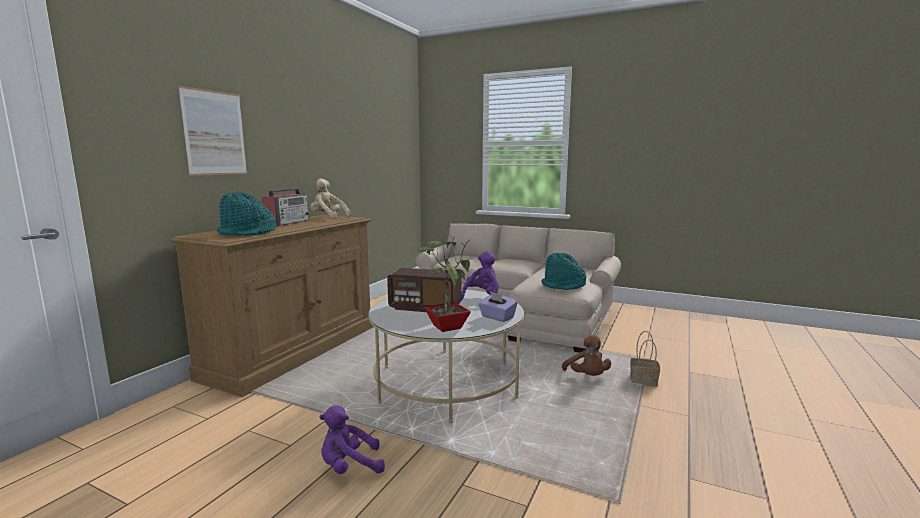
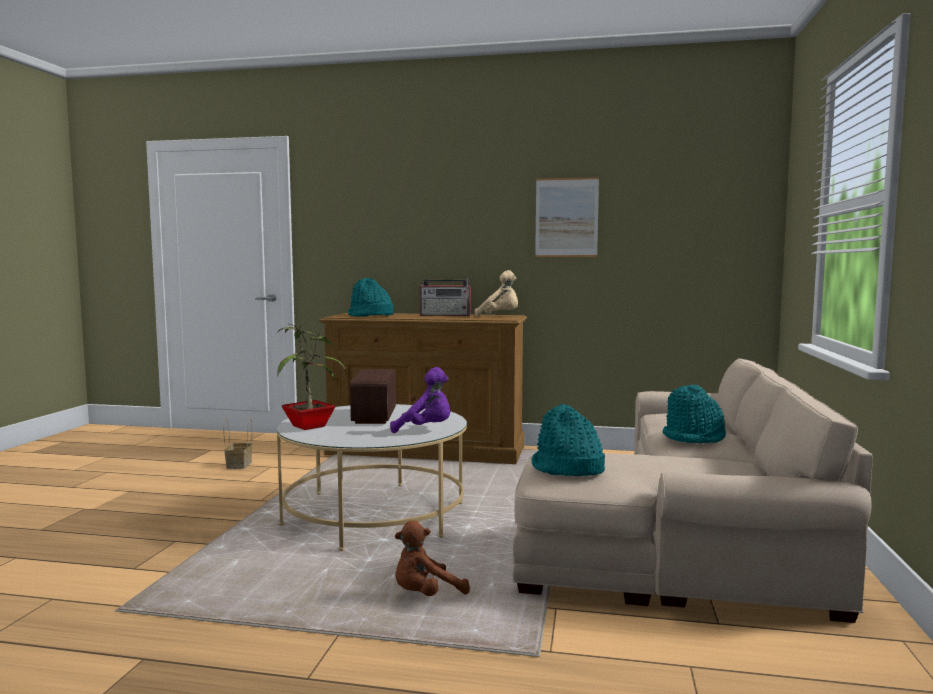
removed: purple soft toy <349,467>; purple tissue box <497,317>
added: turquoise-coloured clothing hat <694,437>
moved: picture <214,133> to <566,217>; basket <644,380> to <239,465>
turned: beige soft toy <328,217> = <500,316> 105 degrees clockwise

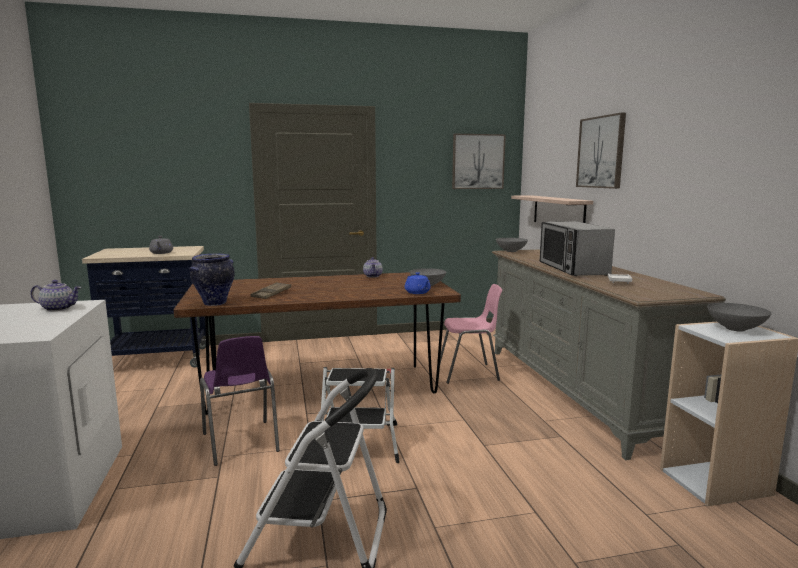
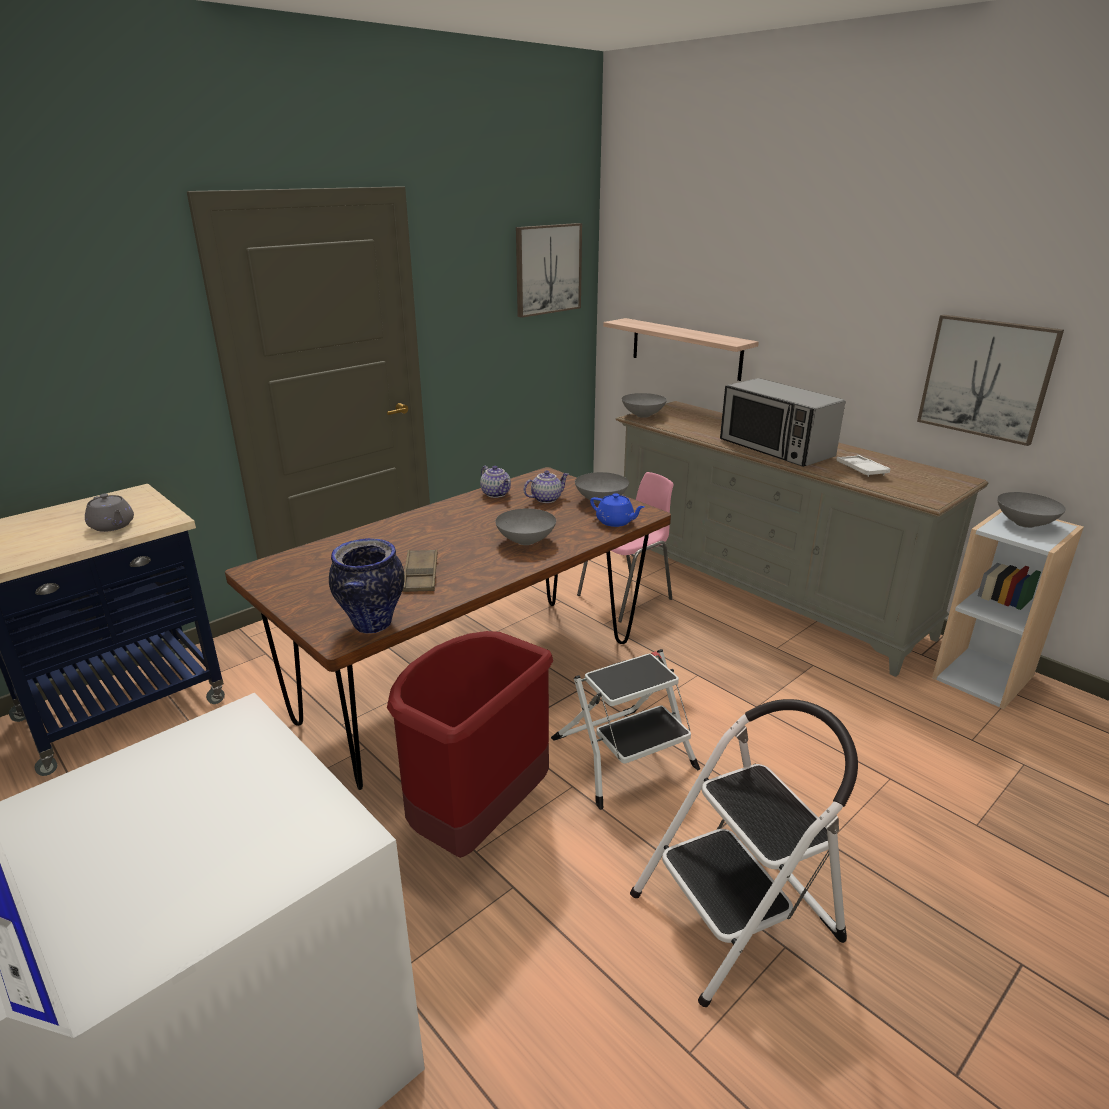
added: gray serving bowl <527,541>
moved: tea pot <59,308> to <546,499>; picture <601,152> to <986,378>
replaced: purple upright chair <241,443> to red-coloured rubbish bin <476,819>

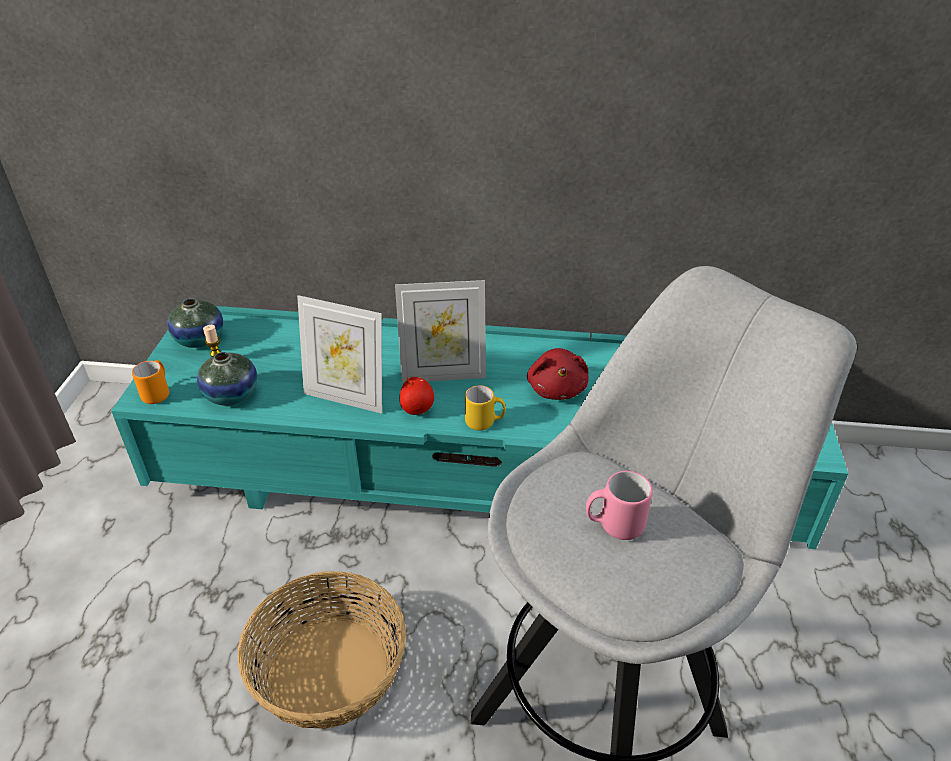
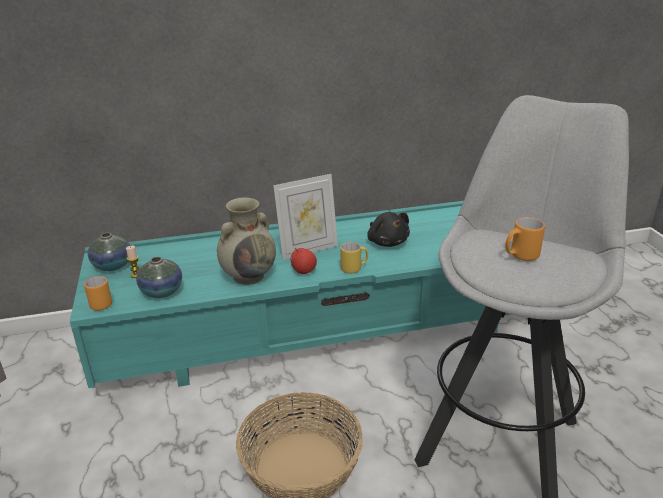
replaced: standing frame <346,397> to beige vase <249,275>
recoloured: red-coloured soft toy <556,388> to black soft toy <387,242>; pink mug <614,525> to orangey mug <520,256>

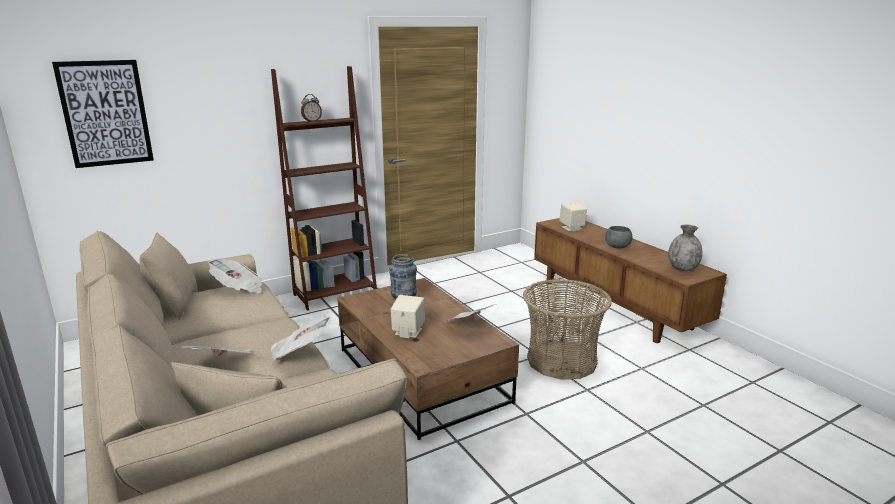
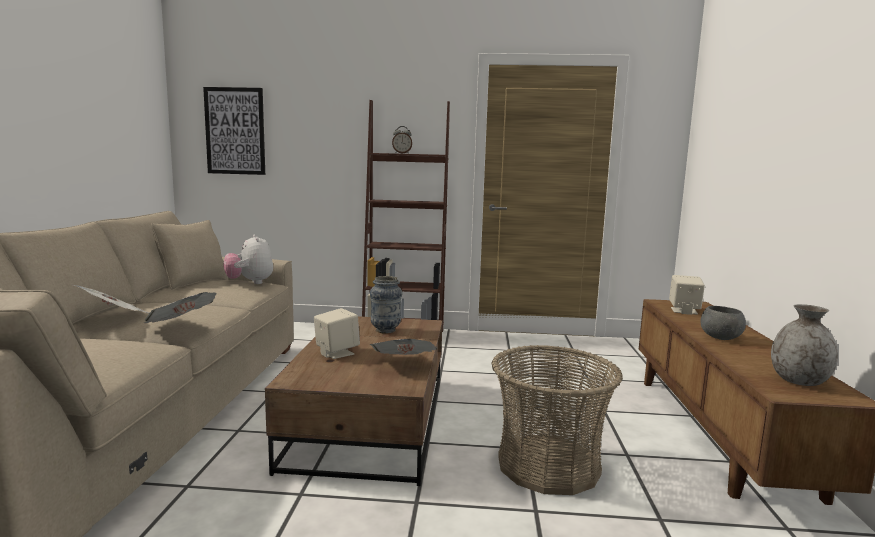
replaced: printed paper <239,289> to soft toy <250,282>

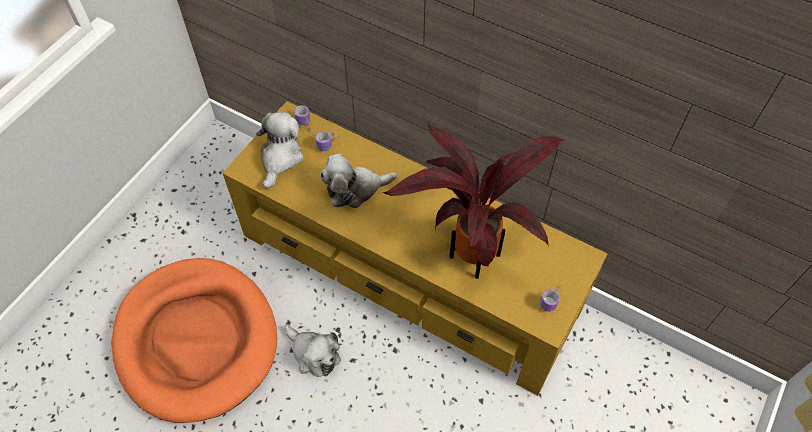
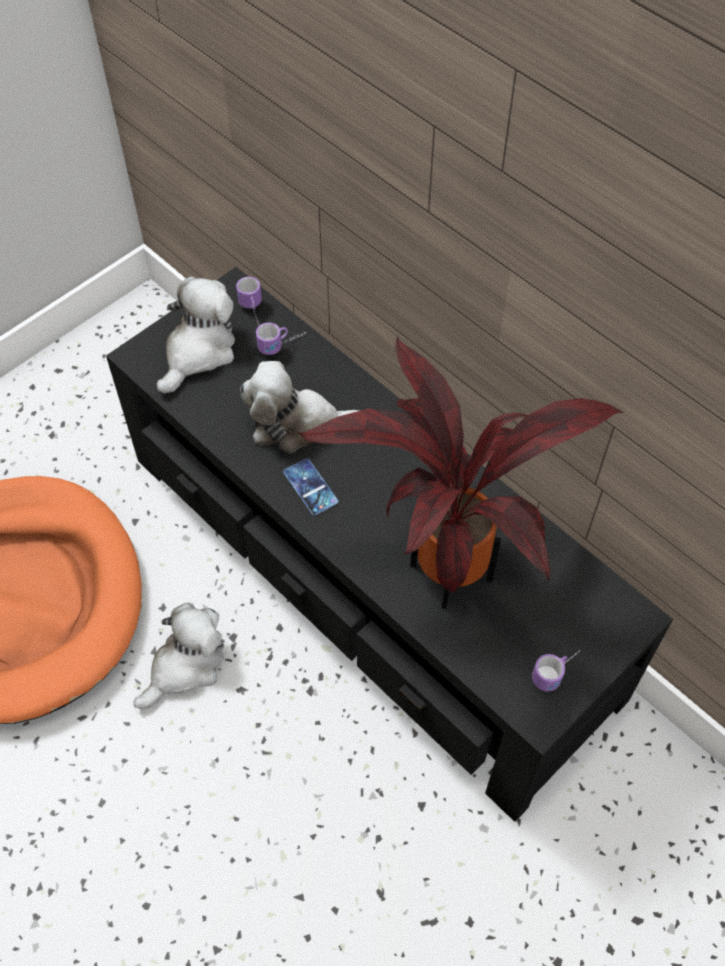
added: phone <310,487>
recoloured: yellowish tv unit <407,273> to black tv unit <365,575>
turned: soft toy <314,354> = <185,665> 105 degrees counterclockwise

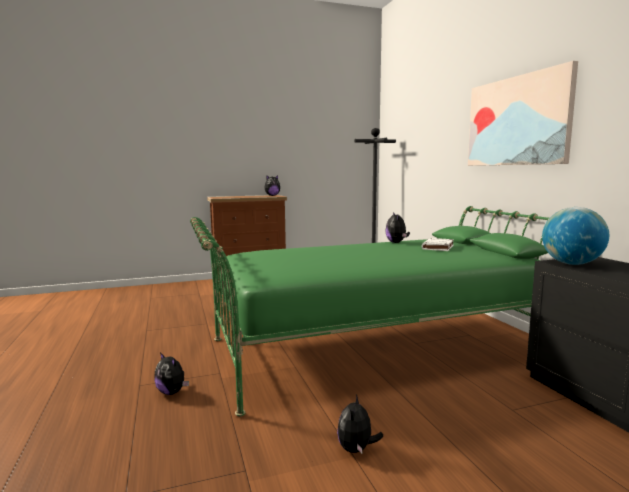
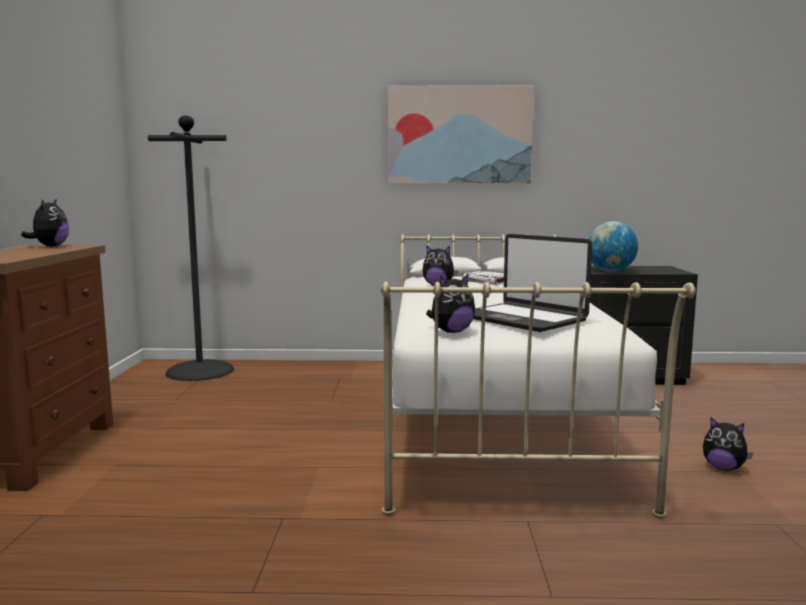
added: notebook computer <523,319>
moved: soft toy <172,392> to <451,332>
recoloured: green bedroom bed <375,348> to whitish bedroom bed <492,421>

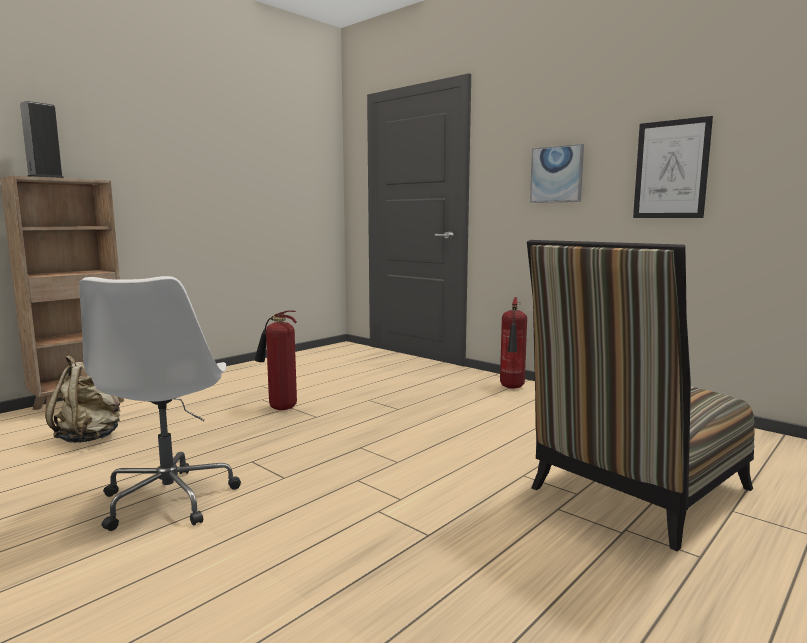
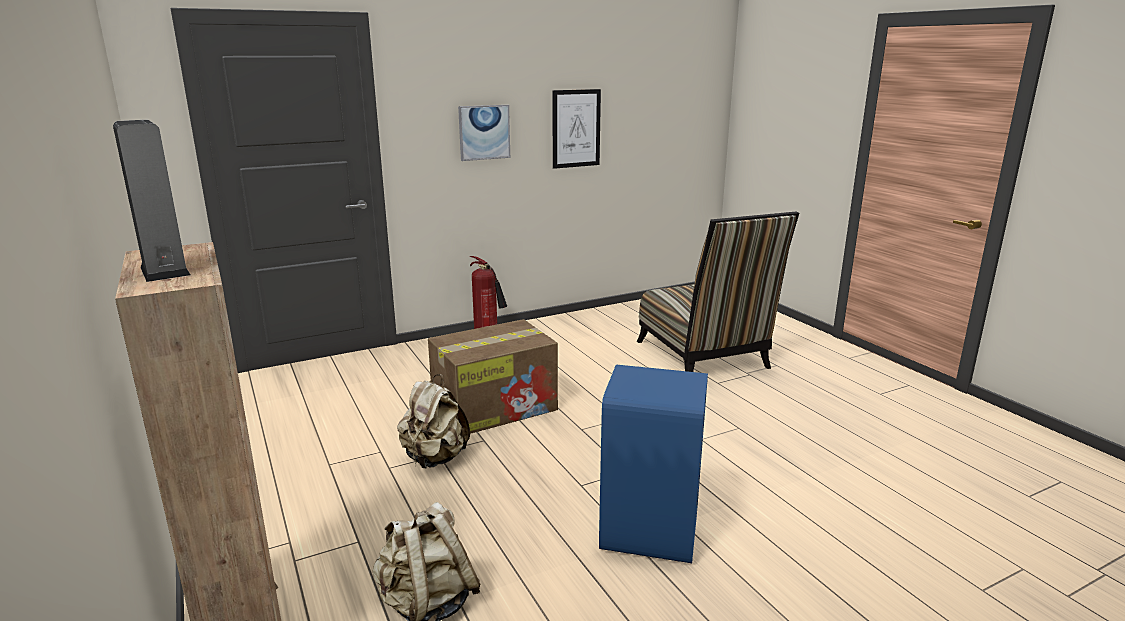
added: carton <496,407>
replaced: whitish office chair <168,501> to blue rubbish bin <650,533>; fire-fighting cylinder <279,408> to beige backpack <435,458>

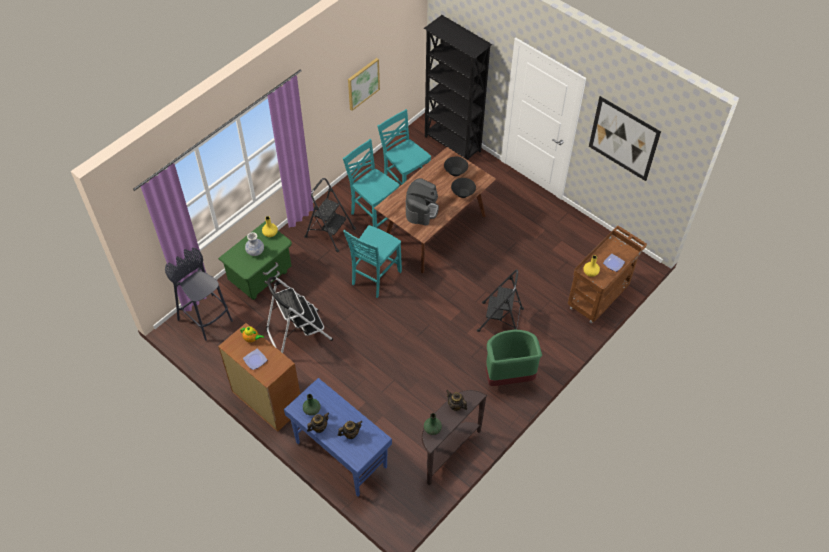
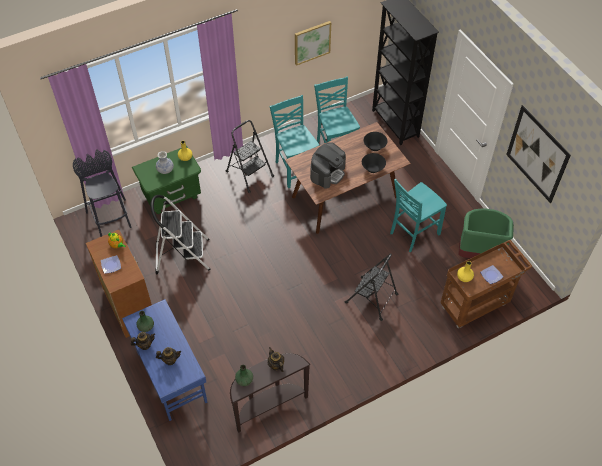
moved: turquoise-coloured upright chair <375,278> to <413,233>; green rubbish bin <508,376> to <478,254>

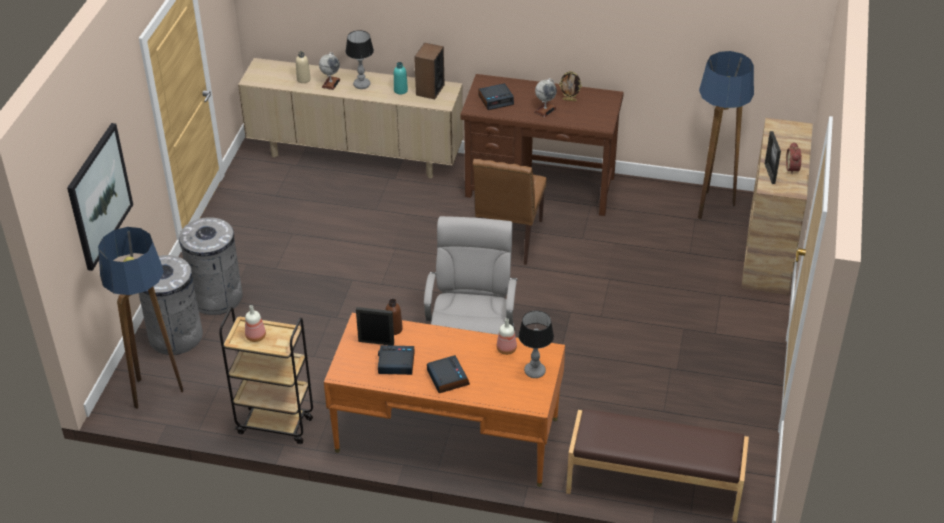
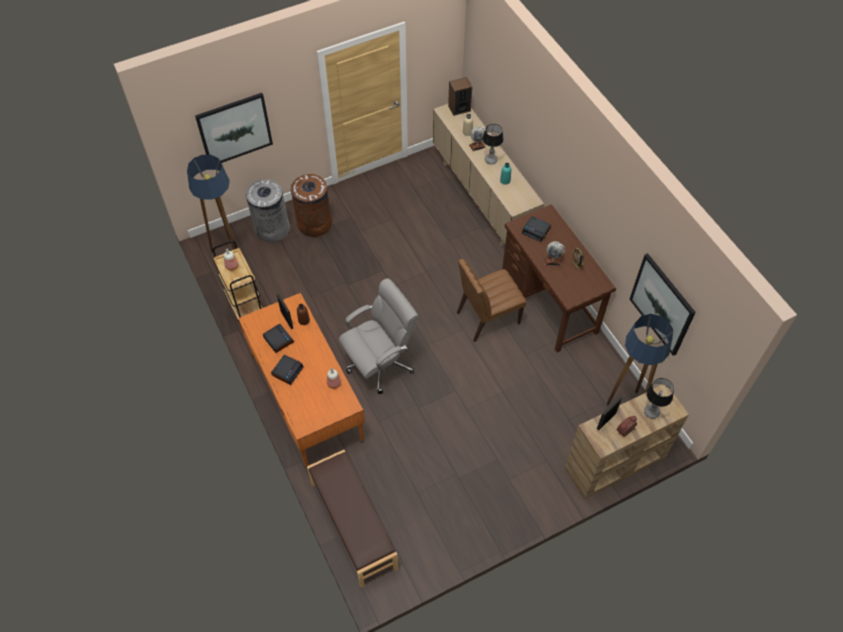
added: picture <662,304>
moved: audio speaker <430,90> to <459,108>; table lamp <534,371> to <651,412>
recoloured: gray rubbish bin <216,297> to brown rubbish bin <314,224>

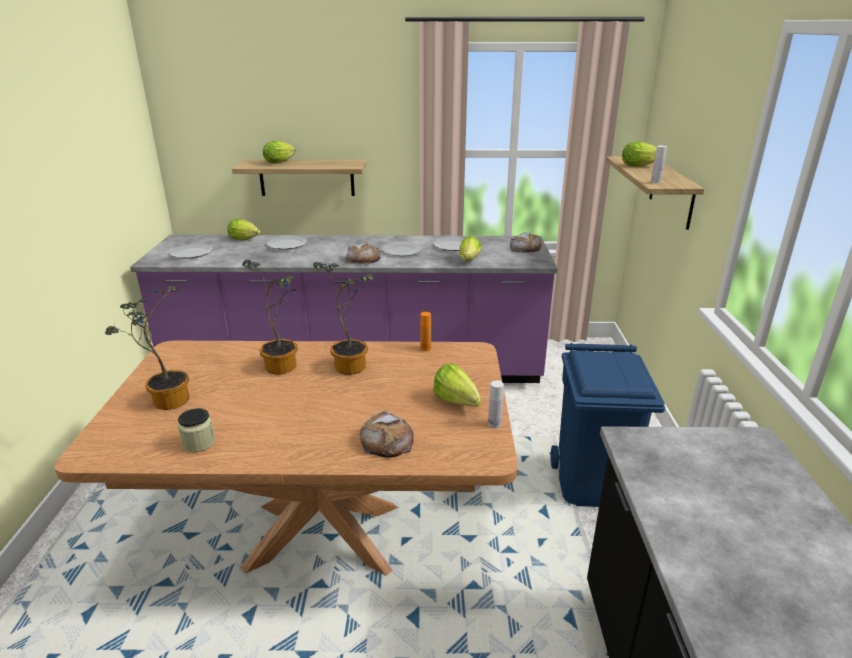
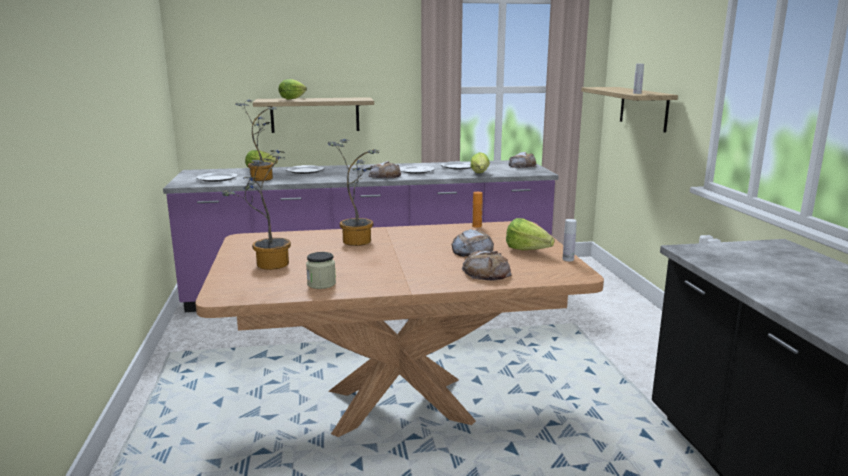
removed: blue rubbish bin <592,483>; lettuce <640,166>
added: bread <472,251>
moved: potted plant <351,364> to <262,178>

